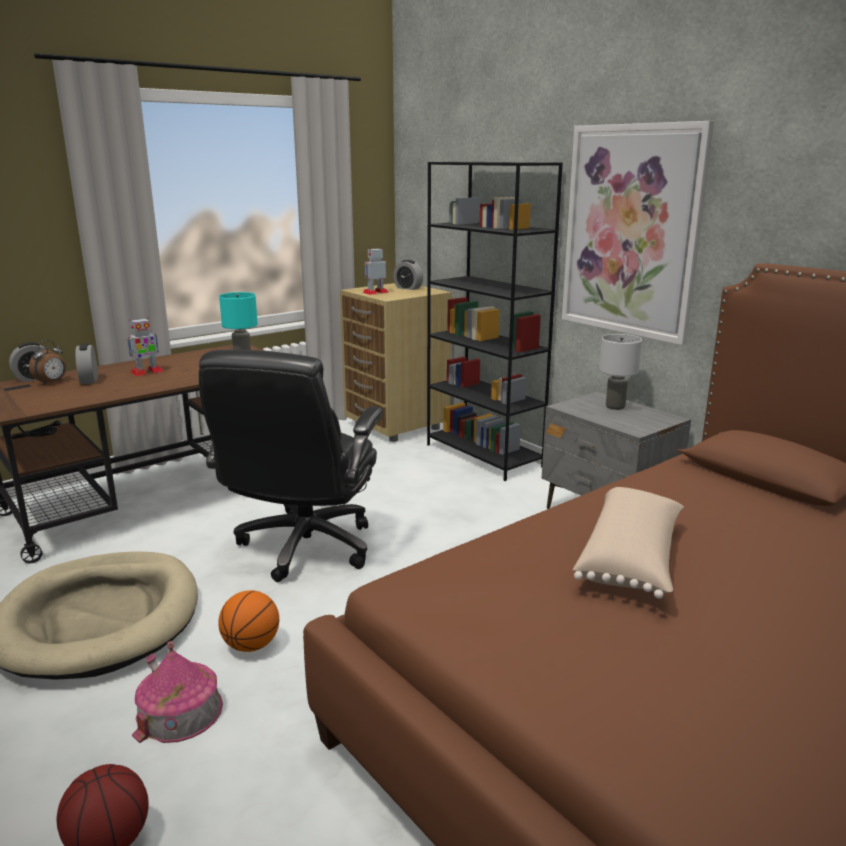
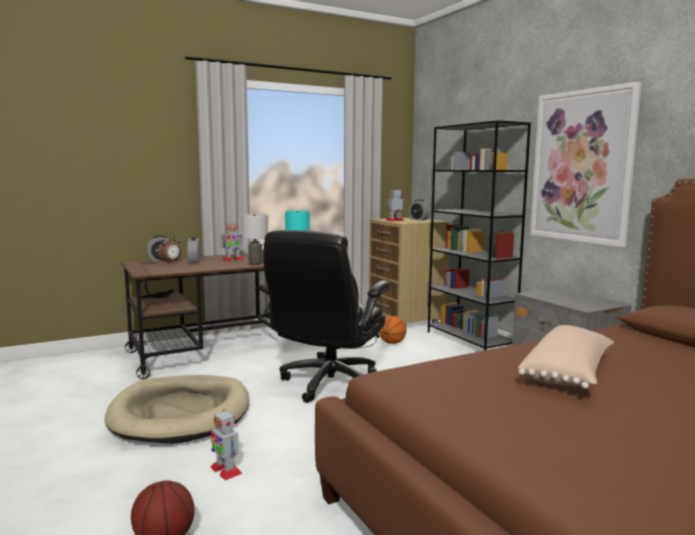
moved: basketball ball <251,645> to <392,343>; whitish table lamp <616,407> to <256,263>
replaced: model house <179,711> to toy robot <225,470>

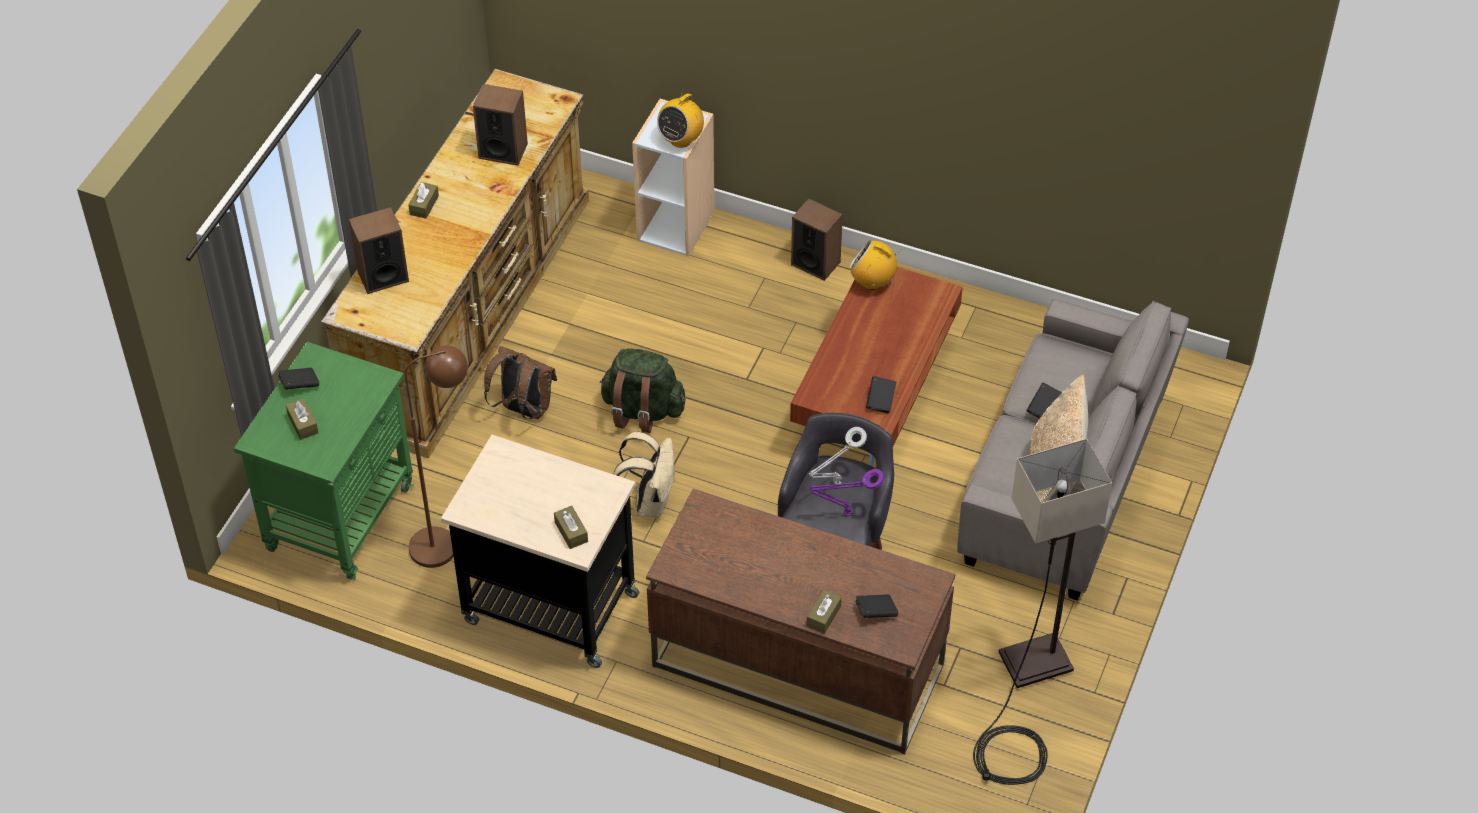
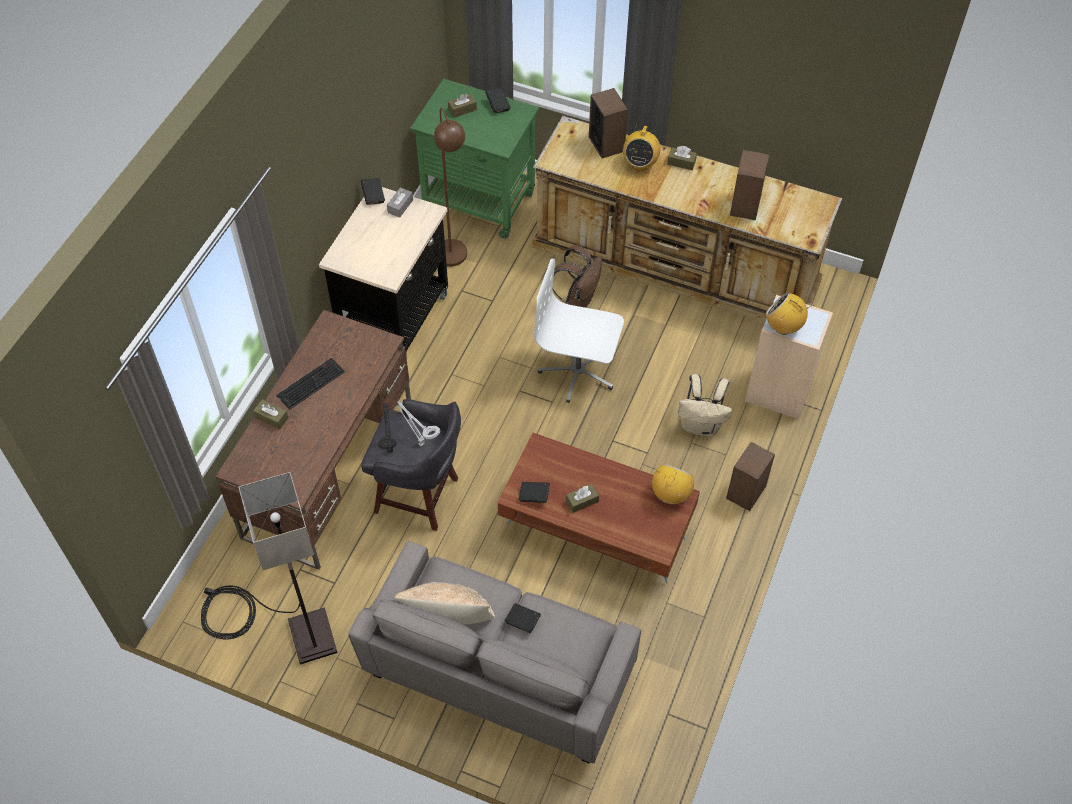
added: PC keyboard <311,382>; gray tissue box <400,206>; radio <640,163>
moved: brown tissue box <571,532> to <582,501>; beige backpack <650,502> to <701,425>; black volume <876,612> to <373,196>
replaced: green backpack <642,410> to whitish office chair <578,372>
recoloured: purple table lamp <845,514> to black table lamp <390,449>

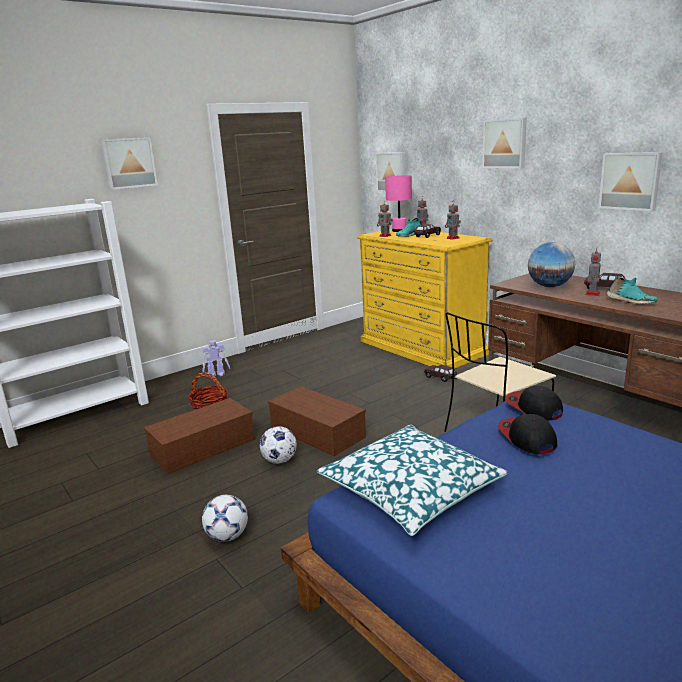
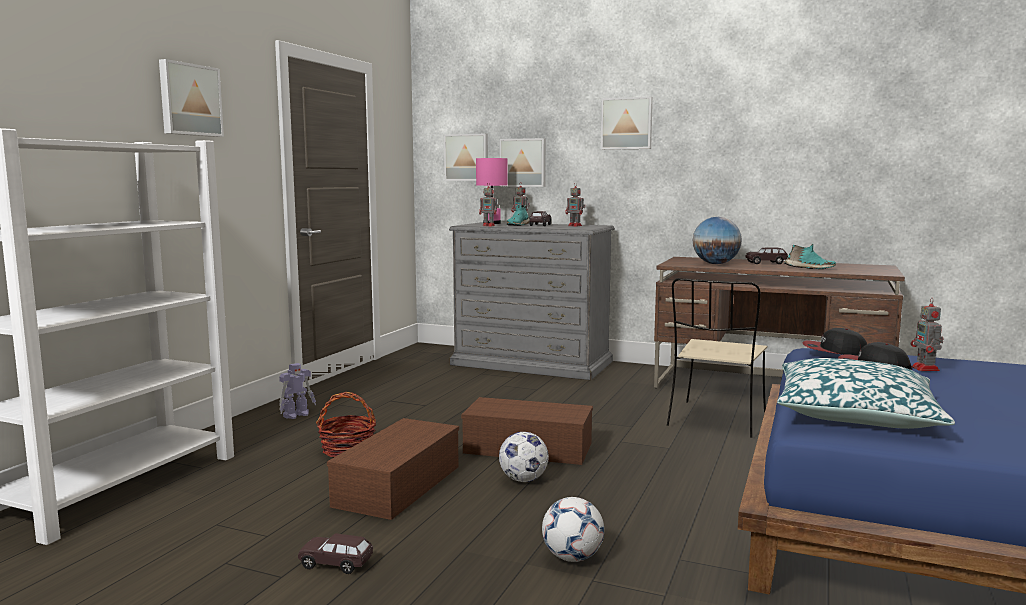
moved: brown toy car <440,377> to <336,564>; toy robot <592,294> to <926,369>; picture <630,181> to <523,162>
recoloured: yellowish drawer chest <423,348> to gray drawer chest <533,363>

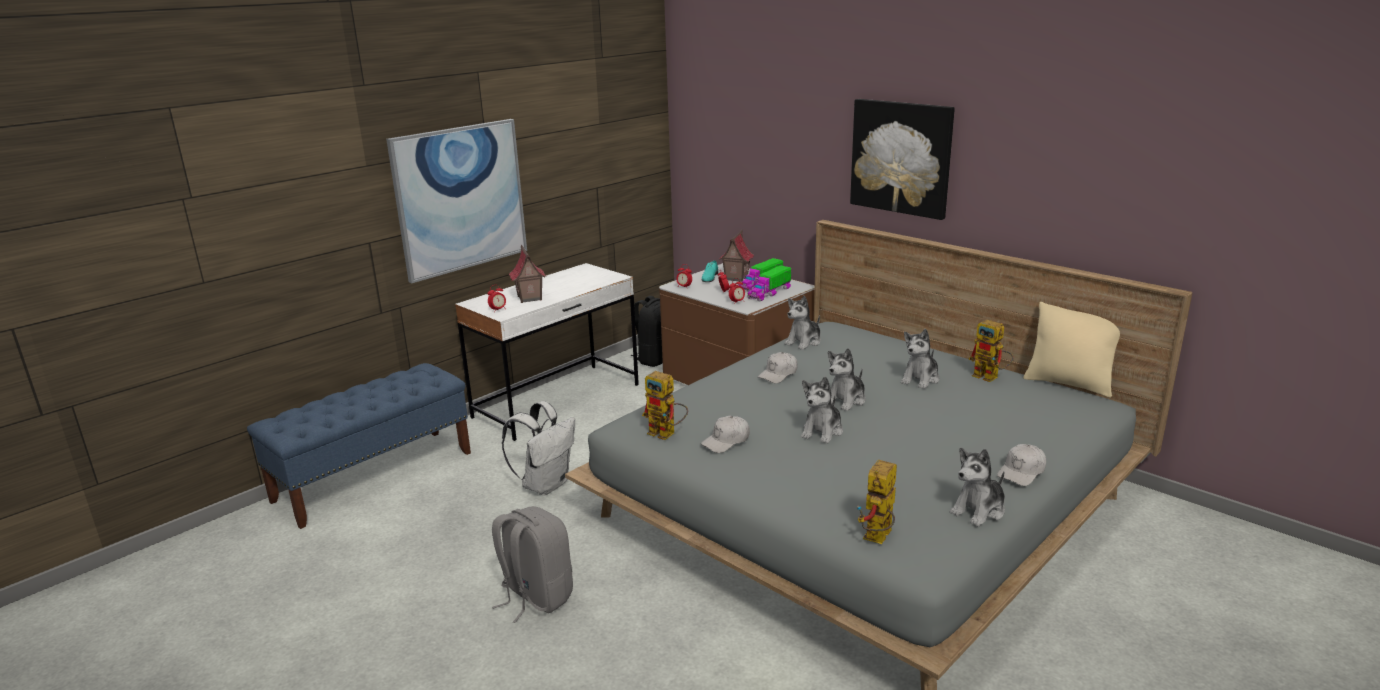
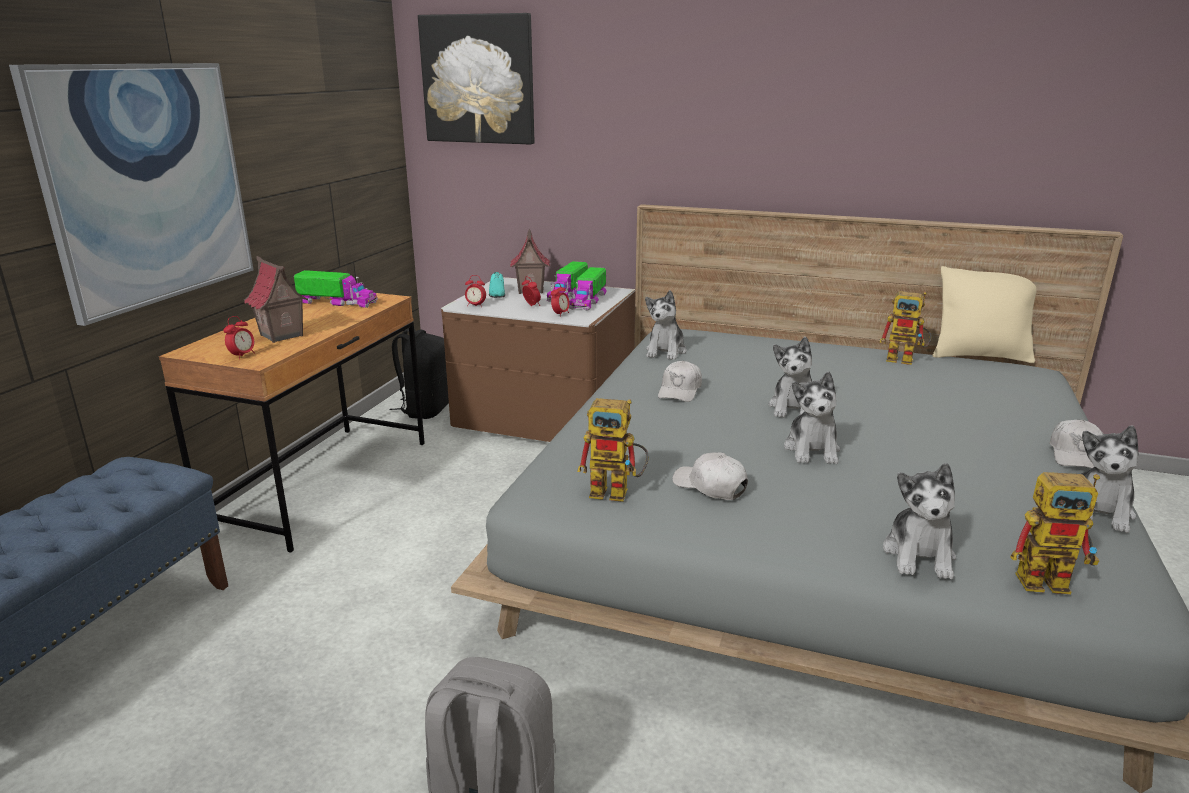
removed: whitish backpack <546,484>
added: model truck <337,303>
moved: picture <901,157> to <478,79>; soft toy <920,379> to <919,555>
recoloured: whitish desk <557,401> to brown desk <323,483>
turned: whitish peaked cap <726,441> = <710,486> 105 degrees clockwise; toy robot <878,539> = <1052,581> 90 degrees counterclockwise

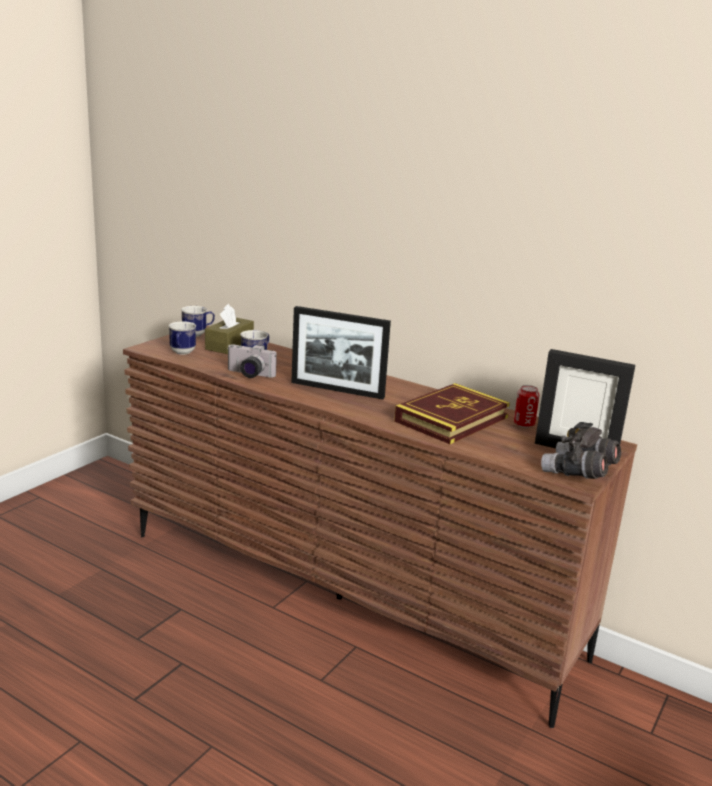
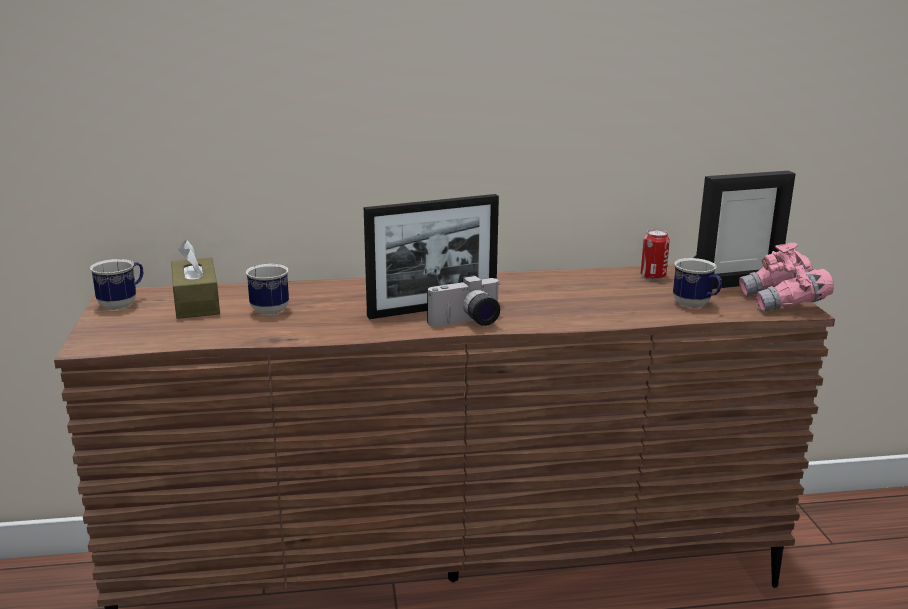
removed: volume <451,419>
moved: mug <182,353> to <696,305>; photo camera <248,375> to <468,323>
recoloured: gray field glasses <578,473> to pink field glasses <783,302>

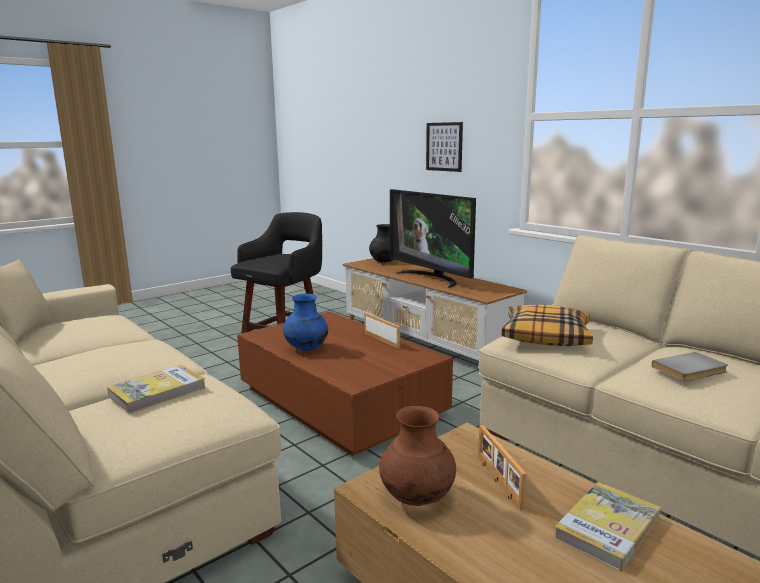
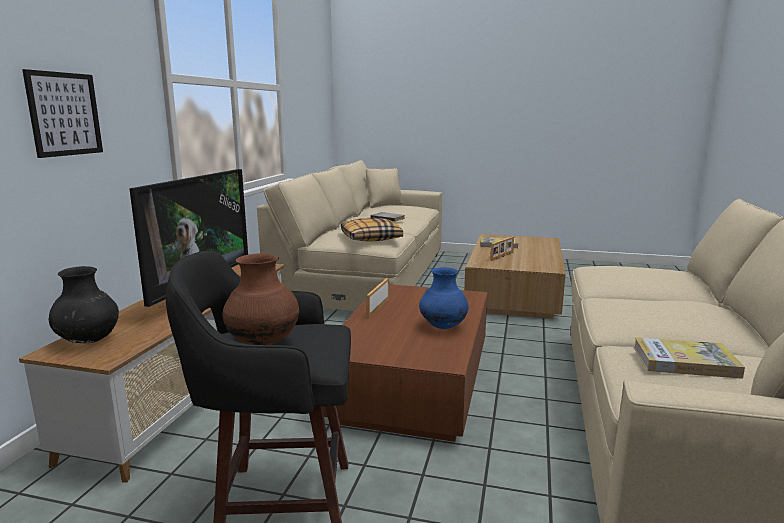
moved: volume <158,392> to <685,362>; brown vase <417,499> to <263,343>

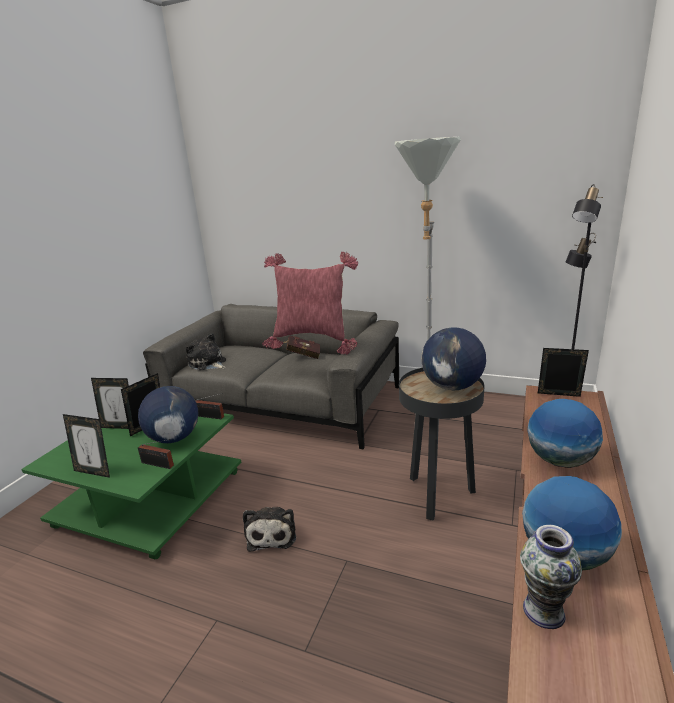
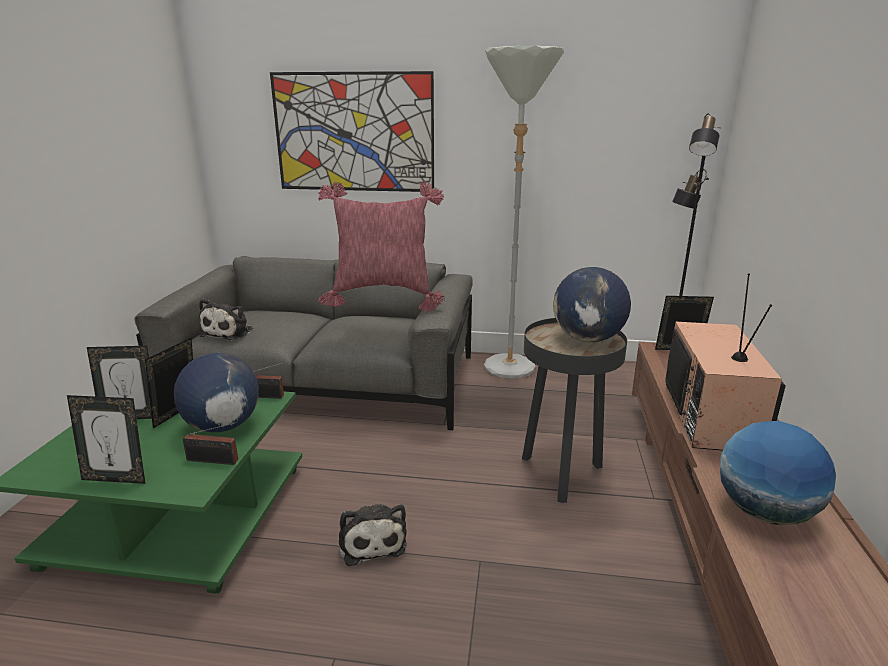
removed: red-coloured volume <302,355>; vase <544,611>
added: picture <354,133>
replaced: world globe <560,461> to TV <712,417>
turned: soft toy <208,363> = <229,332> 105 degrees counterclockwise

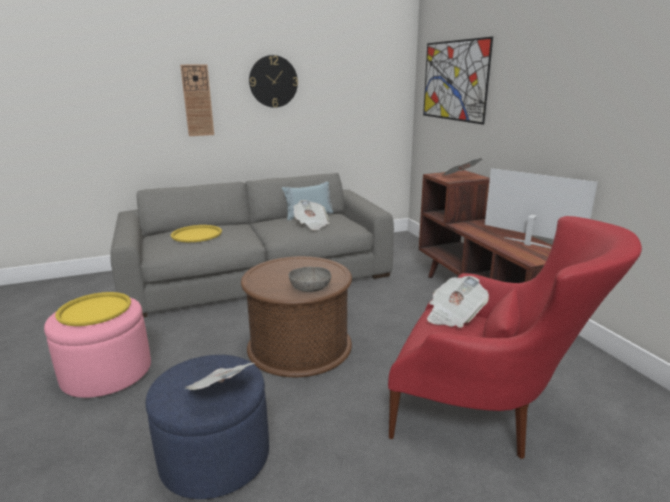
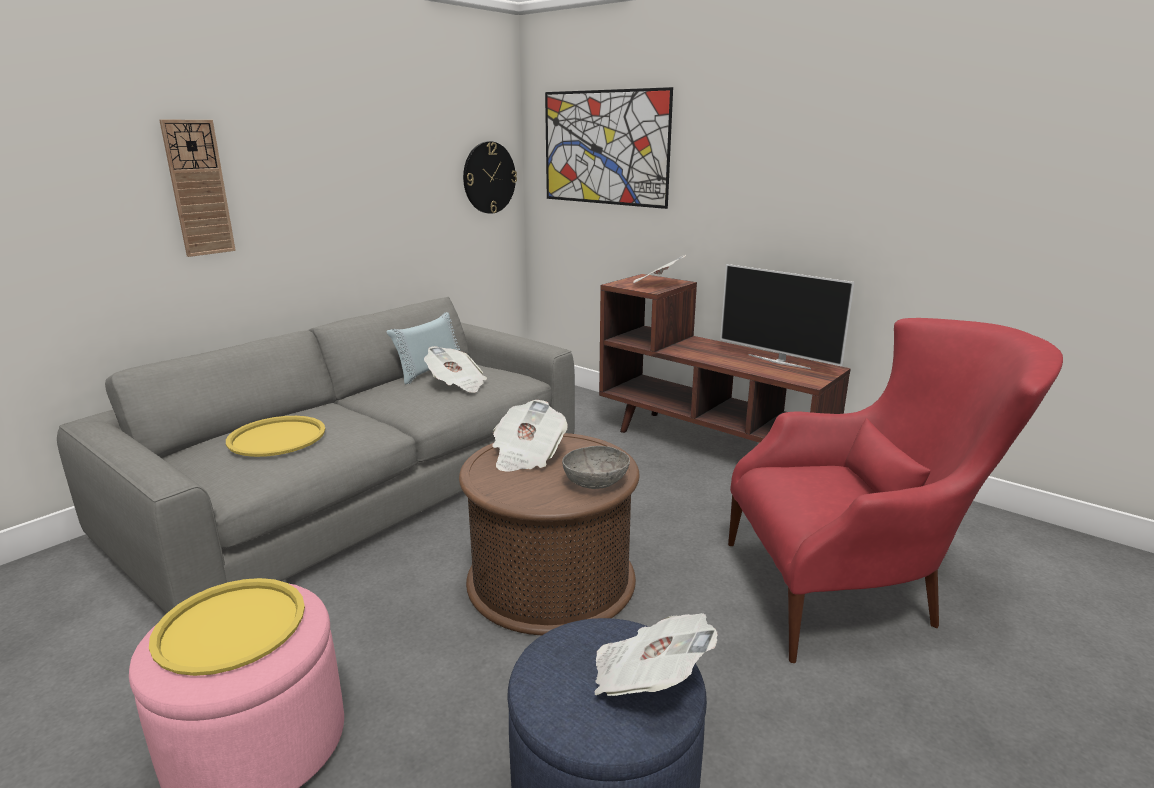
moved: hanging clock <273,81> to <489,177>; printed paper <453,316> to <527,455>
turned: TV <528,243> = <779,361> 150 degrees counterclockwise

